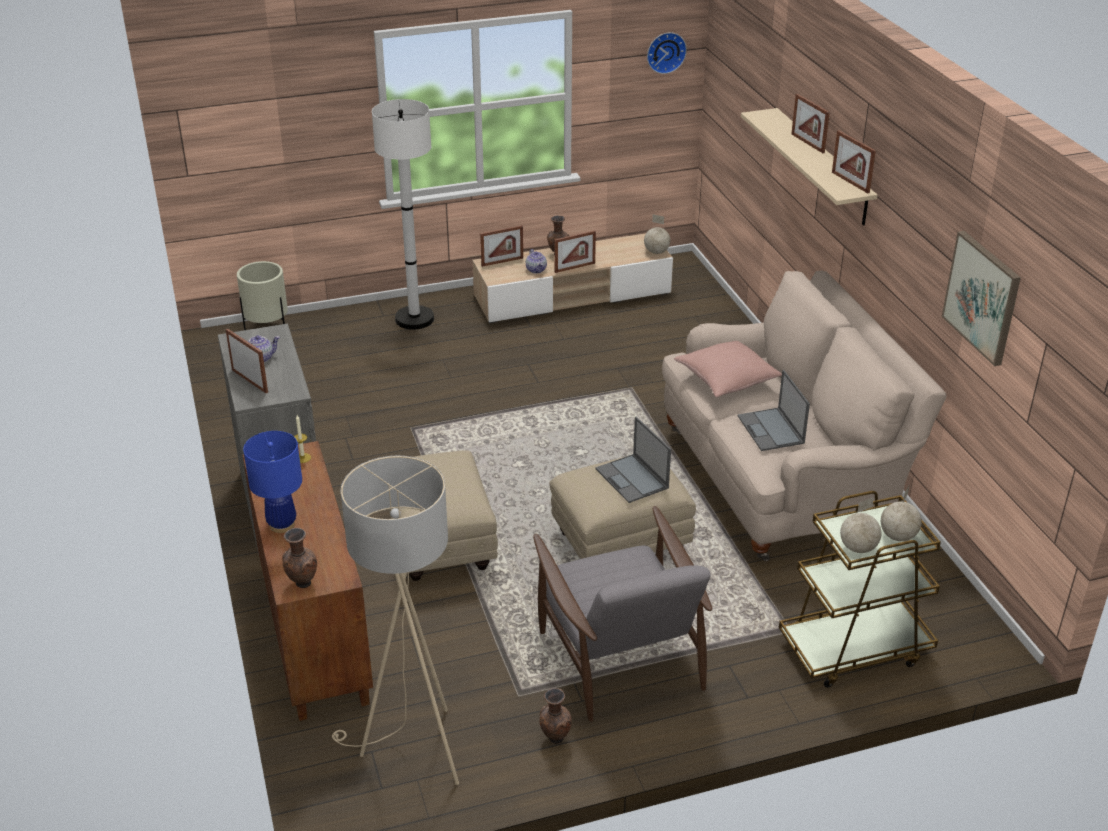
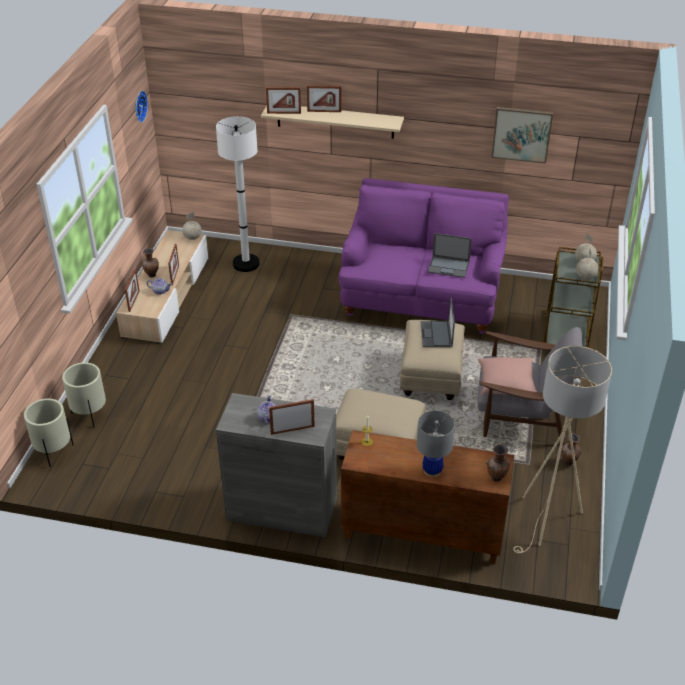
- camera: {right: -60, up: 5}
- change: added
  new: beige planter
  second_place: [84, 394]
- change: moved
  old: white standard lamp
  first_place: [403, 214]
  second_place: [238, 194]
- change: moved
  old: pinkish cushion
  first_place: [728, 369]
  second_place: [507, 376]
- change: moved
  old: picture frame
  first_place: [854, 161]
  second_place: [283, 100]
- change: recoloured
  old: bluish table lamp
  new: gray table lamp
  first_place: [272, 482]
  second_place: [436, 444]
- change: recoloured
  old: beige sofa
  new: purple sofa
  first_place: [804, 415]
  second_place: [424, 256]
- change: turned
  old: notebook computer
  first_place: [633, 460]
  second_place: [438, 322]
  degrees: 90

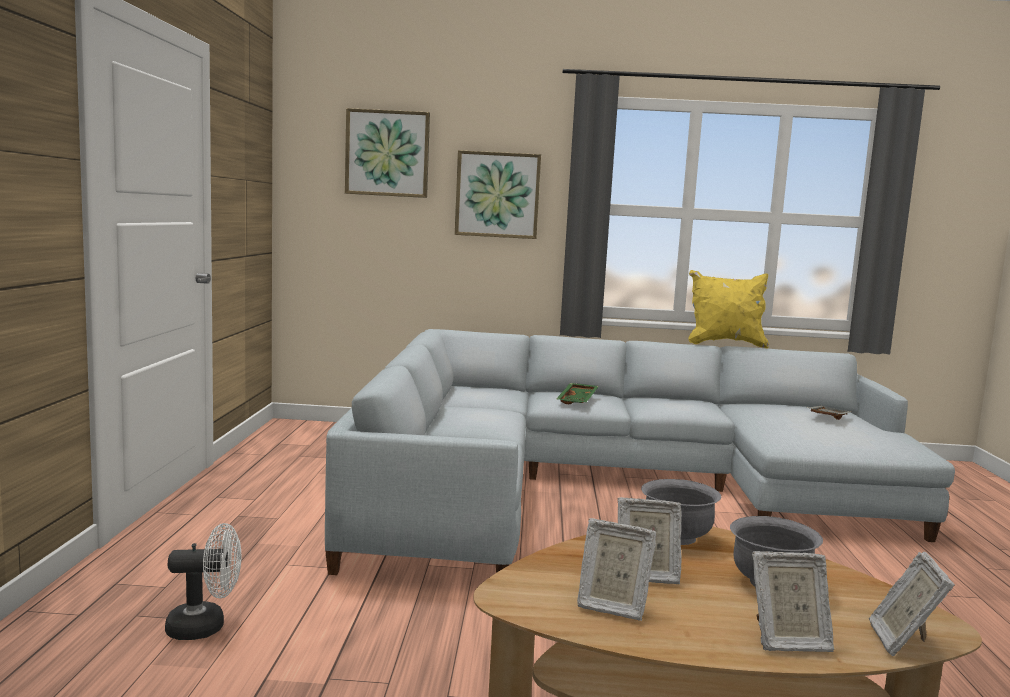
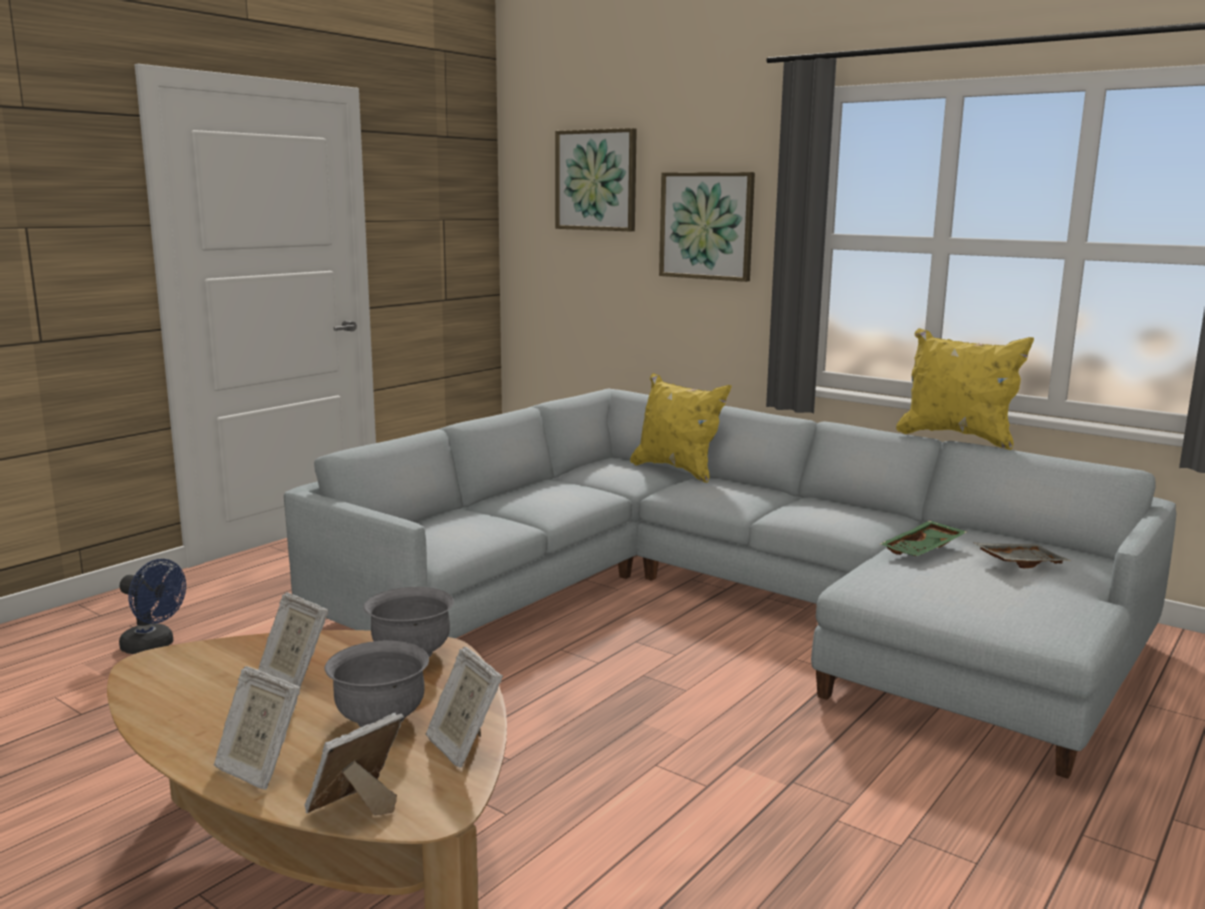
- camera: {right: 35, up: 5}
- change: added
  new: yellow cushion
  second_place: [681, 428]
- change: moved
  old: green-coloured tray
  first_place: [577, 393]
  second_place: [924, 538]
- change: moved
  old: picture frame
  first_place: [616, 569]
  second_place: [464, 707]
- change: recoloured
  old: white fan
  new: bluish fan
  first_place: [203, 581]
  second_place: [152, 606]

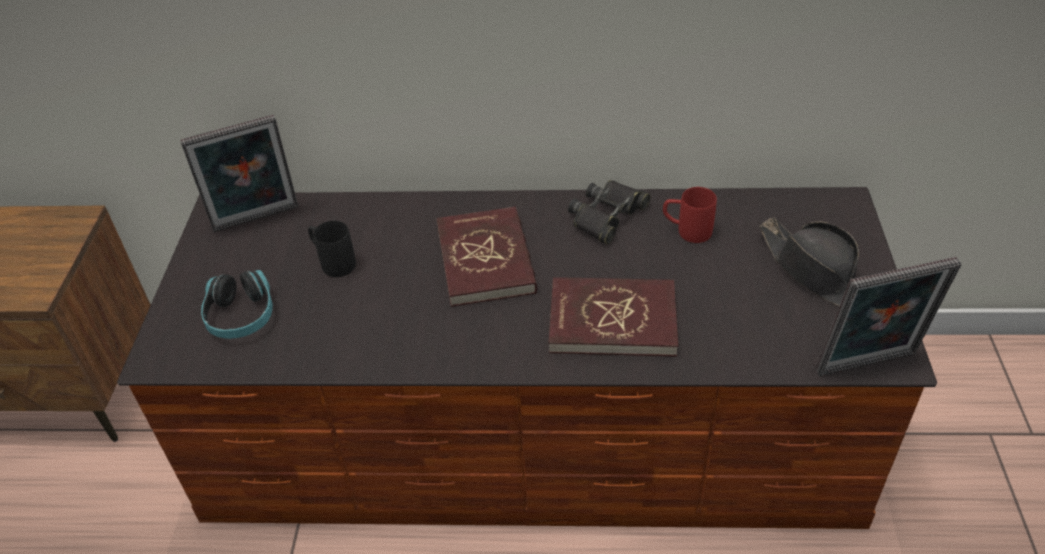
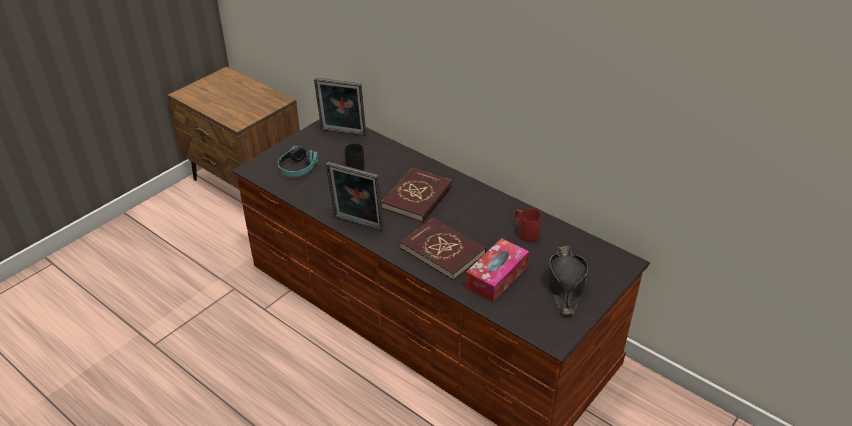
- camera: {right: 35, up: -5}
- change: removed
  old: black binoculars
  first_place: [609, 212]
- change: added
  new: tissue box
  second_place: [497, 270]
- change: moved
  old: picture frame
  first_place: [889, 316]
  second_place: [355, 196]

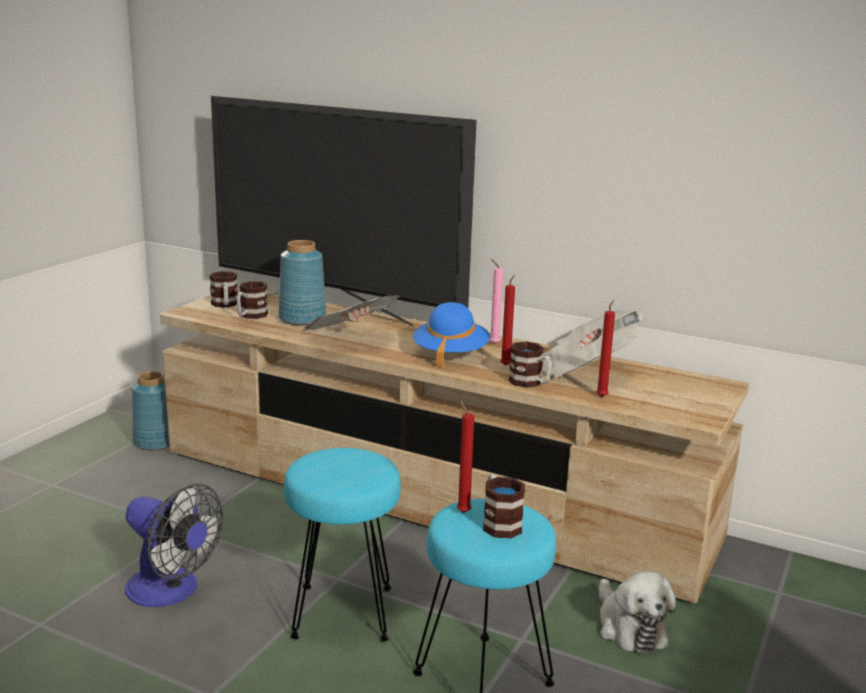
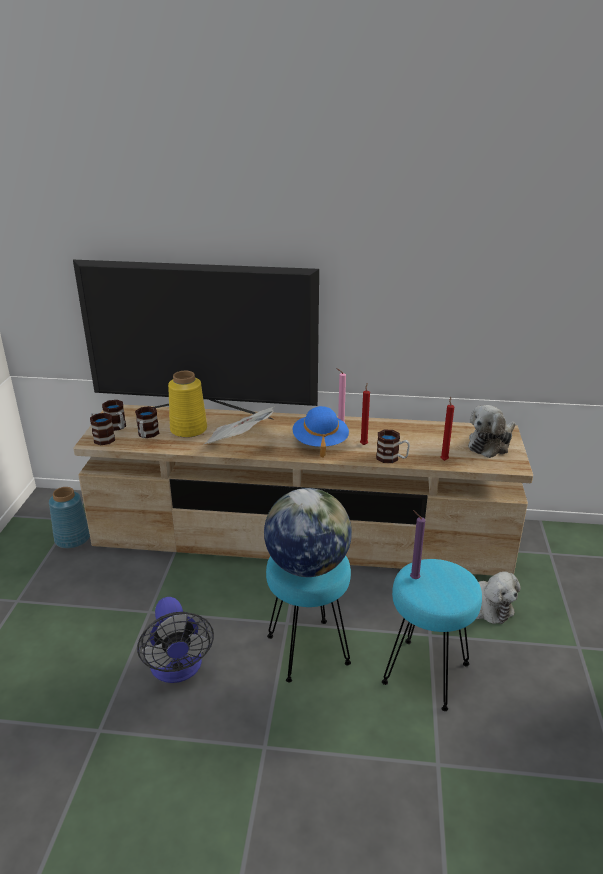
- camera: {right: -20, up: 10}
- change: removed
  old: daily paper
  first_place: [593, 344]
- change: added
  new: desk globe
  second_place: [308, 532]
- change: added
  new: plush toy
  second_place: [492, 431]
- change: moved
  old: mug
  first_place: [504, 506]
  second_place: [102, 429]
- change: recoloured
  old: bluish flower vase
  new: yellow flower vase
  first_place: [302, 283]
  second_place: [187, 404]
- change: recoloured
  old: red-coloured candle
  new: purple candle
  first_place: [465, 457]
  second_place: [417, 544]
- change: turned
  old: fan
  first_place: [174, 545]
  second_place: [175, 640]
  degrees: 60

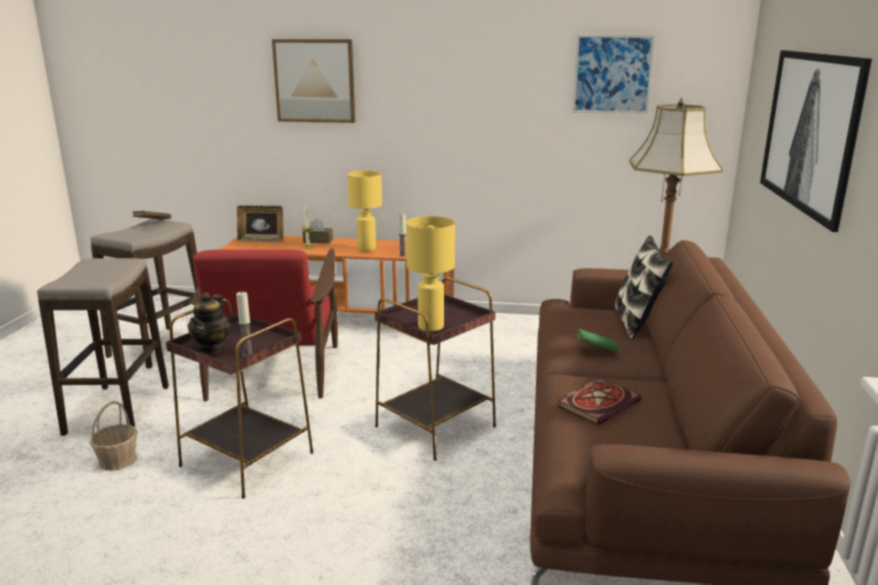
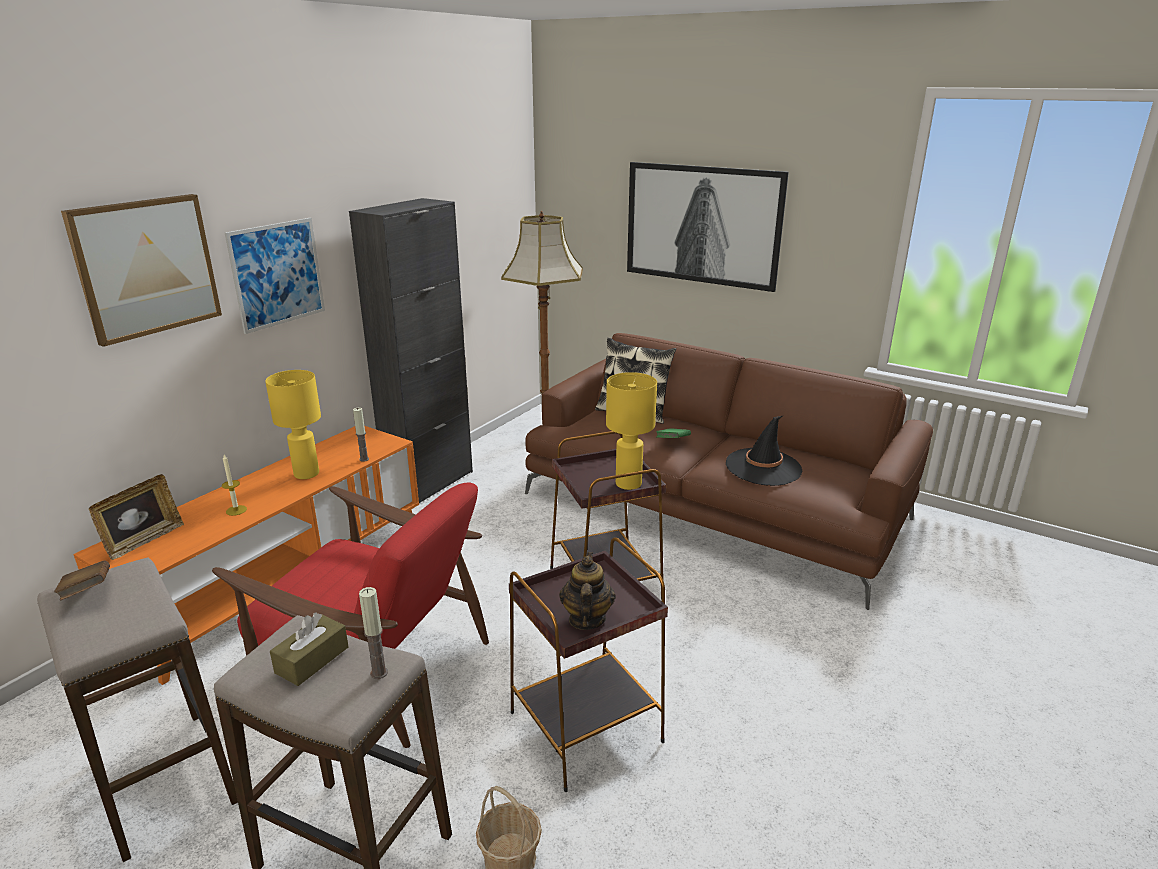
- camera: {right: -65, up: 5}
- change: added
  new: black storage cabinet
  second_place: [411, 350]
- change: moved
  old: candle
  first_place: [244, 323]
  second_place: [373, 633]
- change: moved
  old: brown-coloured tissue box
  first_place: [317, 231]
  second_place: [309, 649]
- change: moved
  old: wall art
  first_place: [614, 74]
  second_place: [275, 276]
- change: replaced
  old: bound book
  new: black hat
  first_place: [599, 402]
  second_place: [764, 451]
- change: turned
  old: tea pot
  first_place: [209, 322]
  second_place: [587, 591]
  degrees: -120

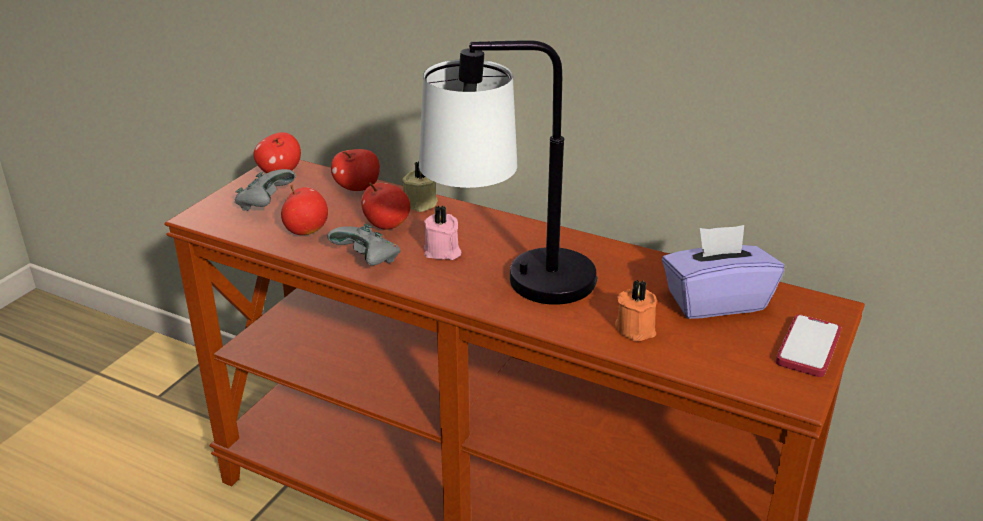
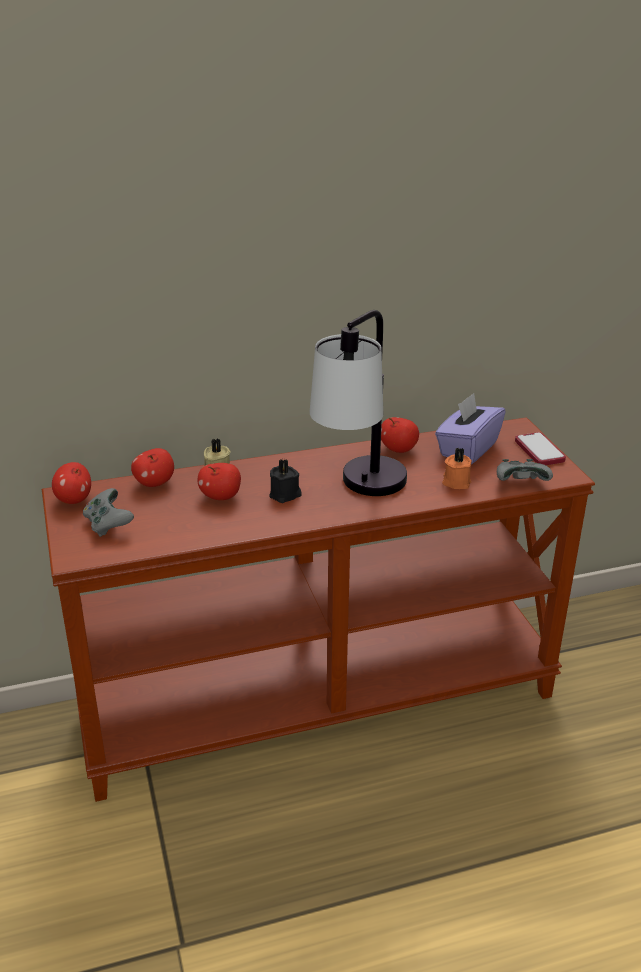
- camera: {right: -45, up: 0}
- change: moved
  old: apple
  first_place: [304, 210]
  second_place: [400, 435]
- change: moved
  old: gray joypad
  first_place: [363, 244]
  second_place: [525, 470]
- change: recoloured
  old: pinkish candle
  new: black candle
  first_place: [442, 233]
  second_place: [285, 481]

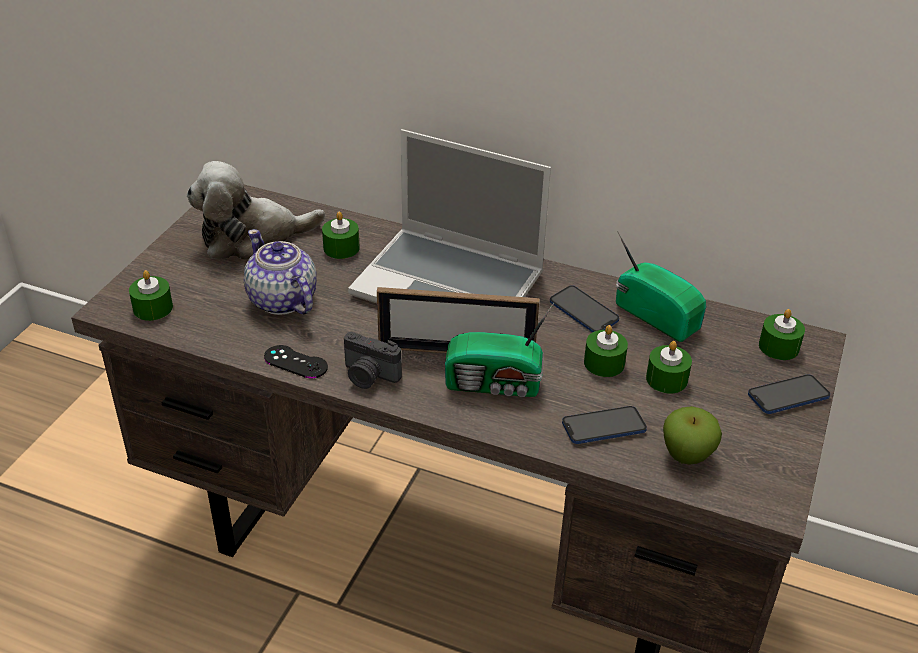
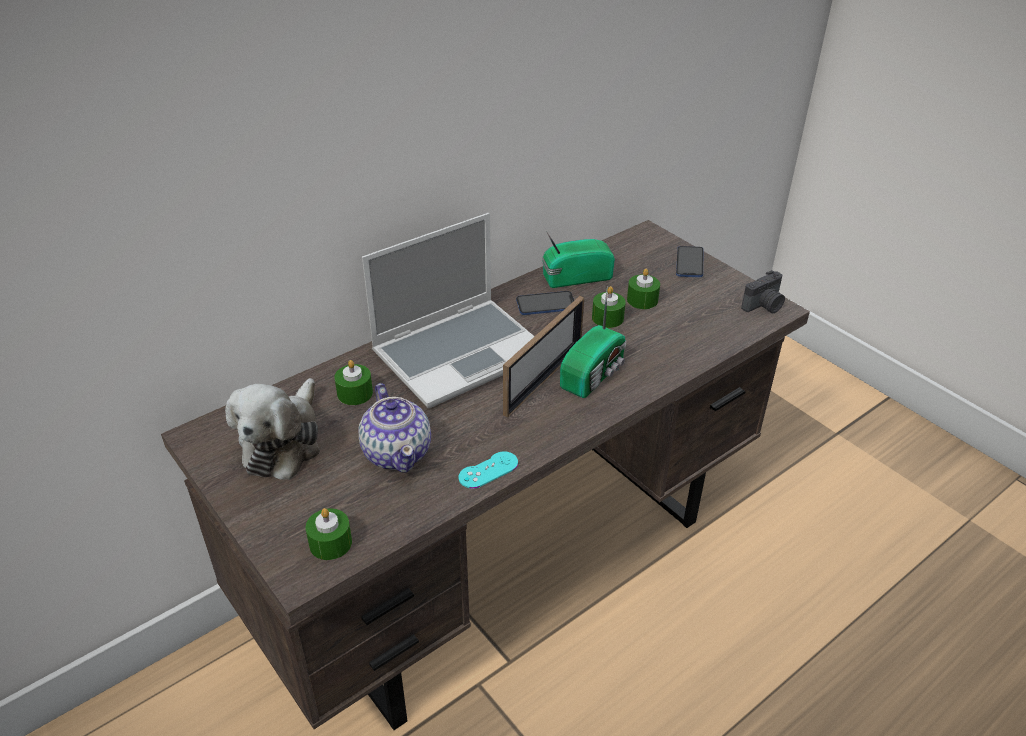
- camera: {right: -60, up: 0}
- change: removed
  old: telephone
  first_place: [604, 425]
- change: removed
  old: apple
  first_place: [692, 435]
- change: removed
  old: green-coloured candle
  first_place: [782, 334]
- change: moved
  old: still camera
  first_place: [373, 360]
  second_place: [763, 291]
- change: recoloured
  old: black joypad
  new: blue-green joypad
  first_place: [296, 361]
  second_place: [488, 470]
- change: turned
  old: tea pot
  first_place: [280, 272]
  second_place: [394, 428]
  degrees: -105

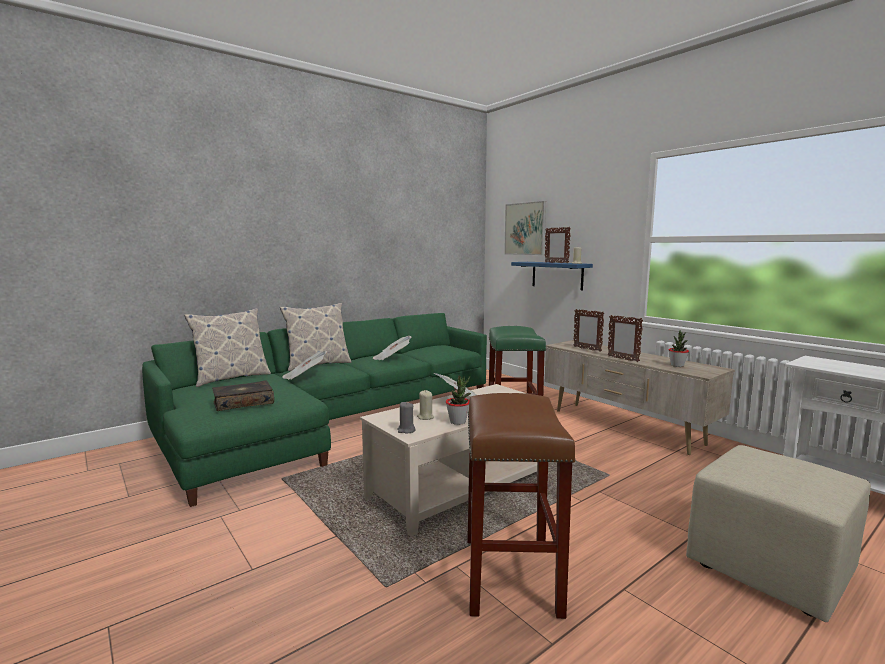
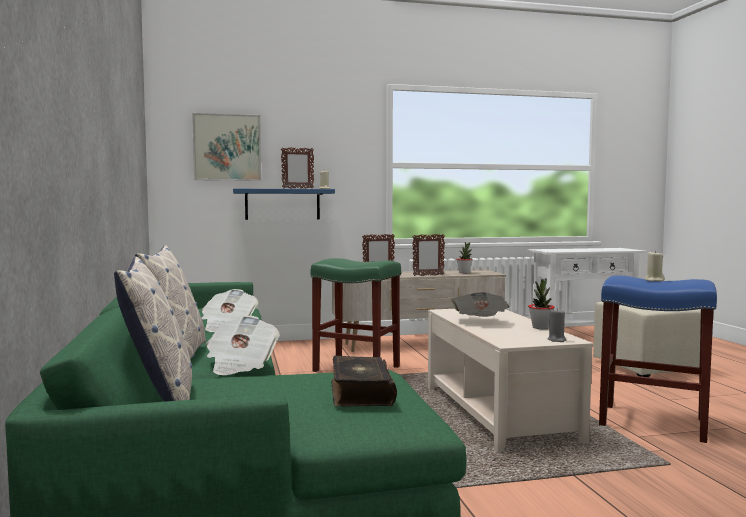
- camera: {right: -65, up: -5}
- change: moved
  old: beige candle
  first_place: [425, 405]
  second_place: [655, 266]
- change: recoloured
  old: brown-coloured sitting stool
  new: bluish sitting stool
  first_place: [521, 506]
  second_place: [658, 359]

